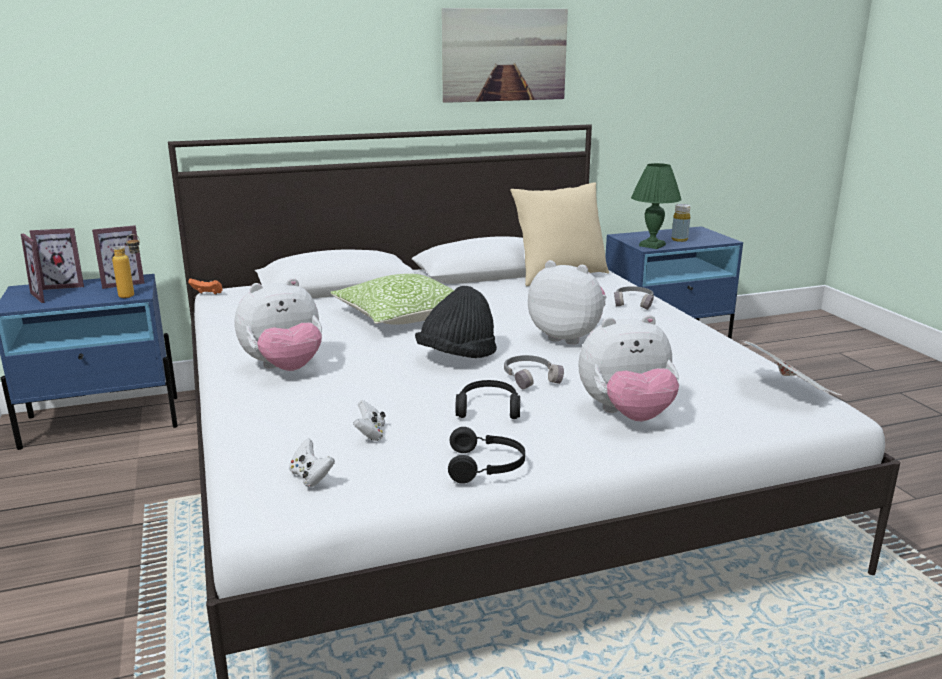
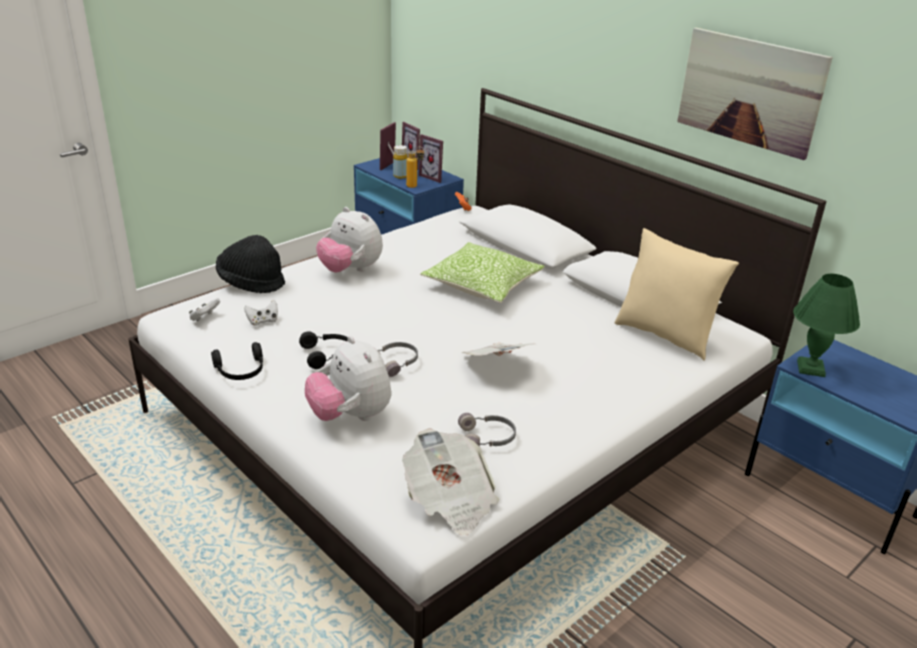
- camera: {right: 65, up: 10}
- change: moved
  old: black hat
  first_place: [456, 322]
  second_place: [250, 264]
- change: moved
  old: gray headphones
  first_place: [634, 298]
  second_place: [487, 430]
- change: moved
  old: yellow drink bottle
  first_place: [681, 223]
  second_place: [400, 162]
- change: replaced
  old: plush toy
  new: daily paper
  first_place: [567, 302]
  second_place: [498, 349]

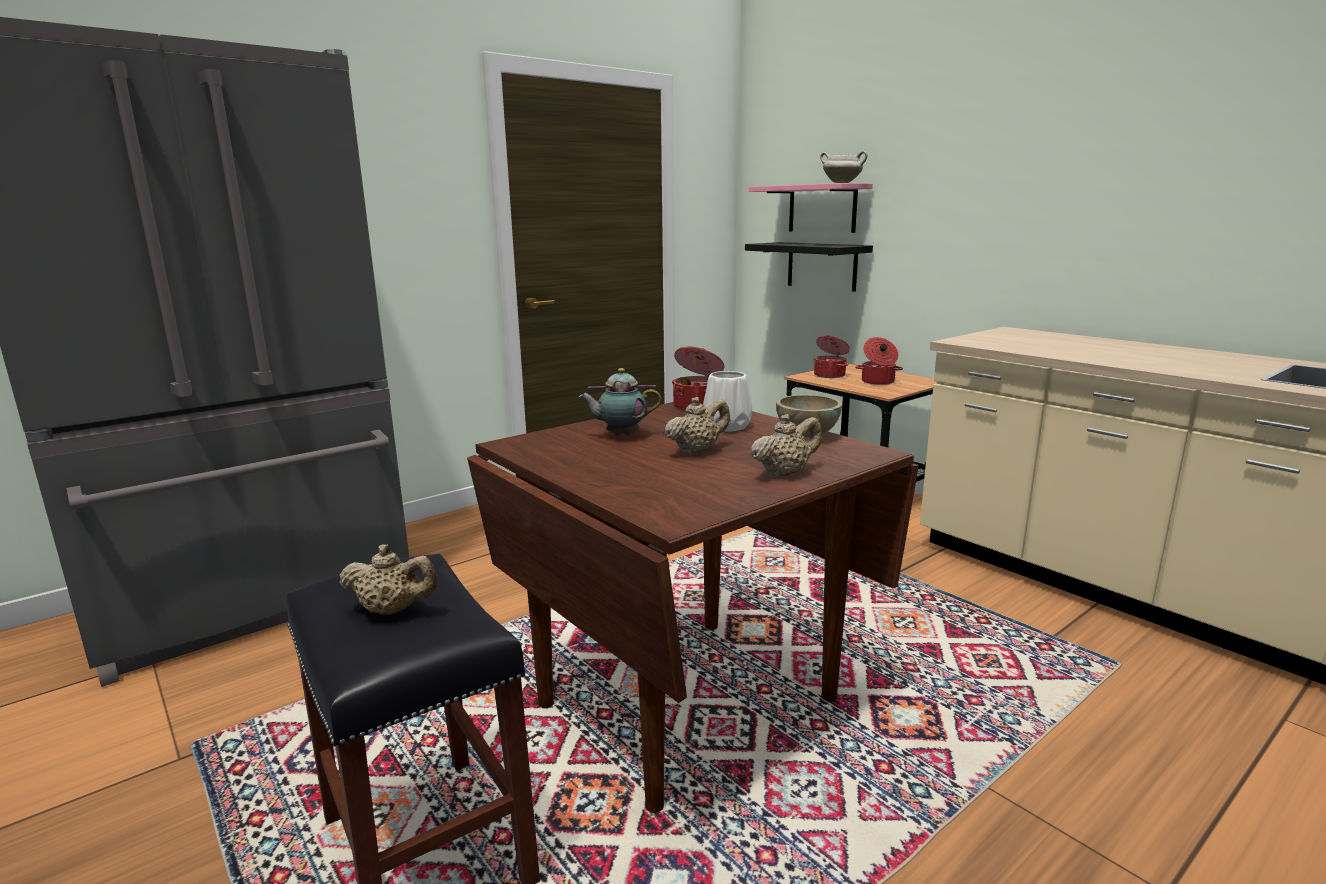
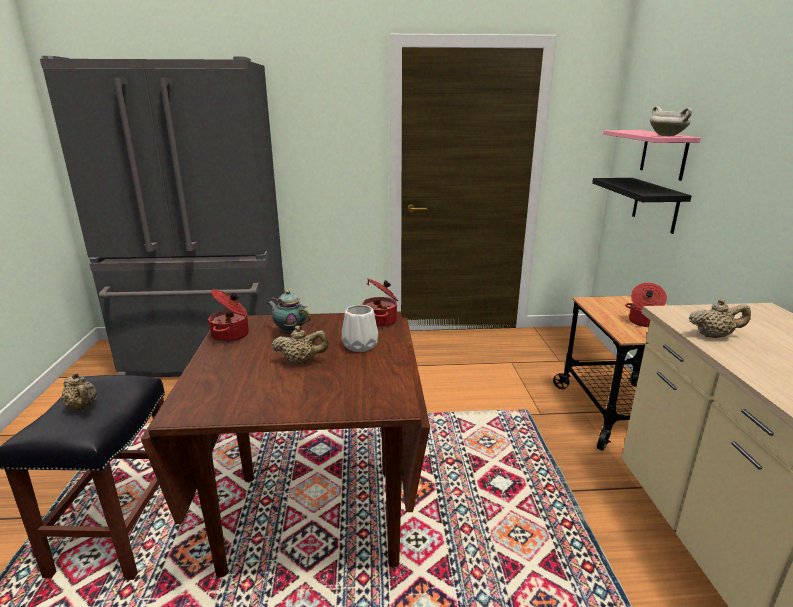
- camera: {right: 35, up: 5}
- change: removed
  old: beige bowl
  first_place: [809, 415]
- change: moved
  old: beige tea pot
  first_place: [786, 445]
  second_place: [720, 318]
- change: moved
  old: cooking pot
  first_place: [831, 356]
  second_place: [228, 315]

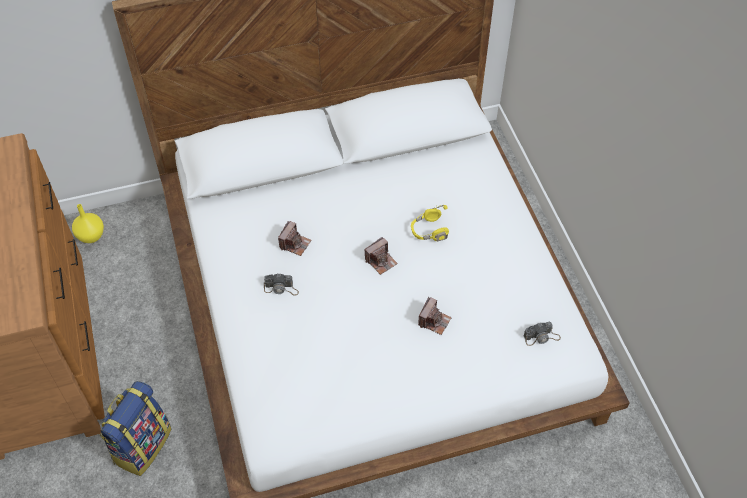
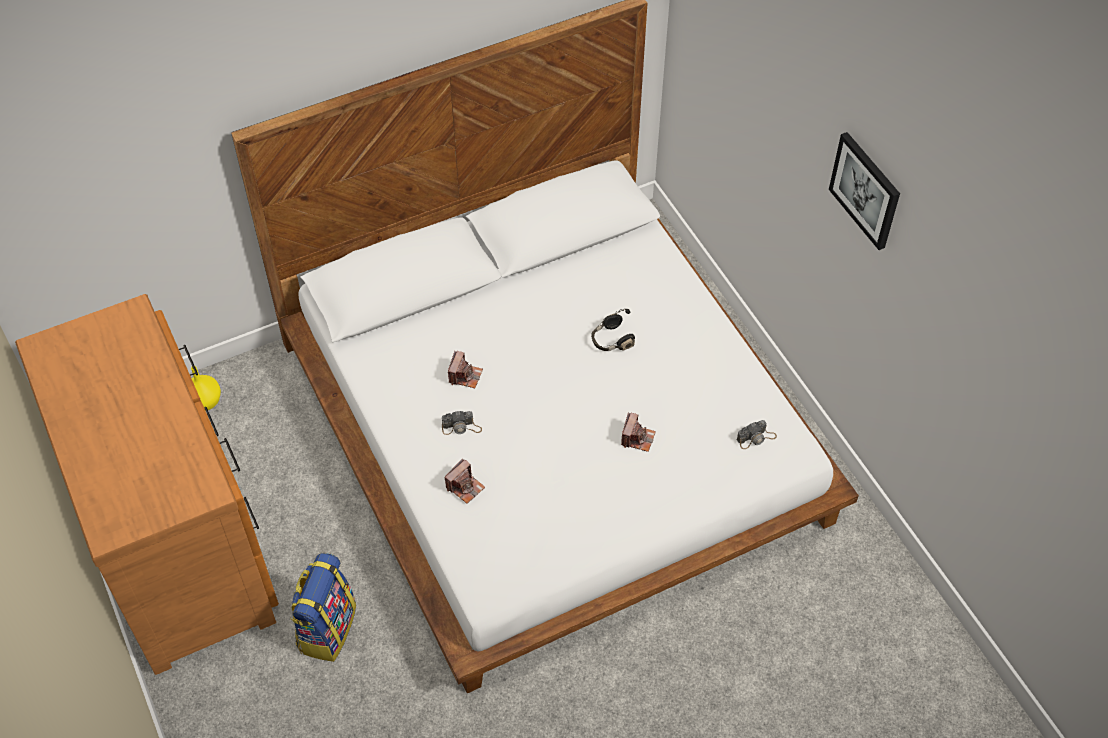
- camera: {right: -10, up: 0}
- change: added
  new: wall art
  second_place: [864, 191]
- change: moved
  old: still camera
  first_place: [381, 256]
  second_place: [465, 481]
- change: recoloured
  old: yellow headphones
  new: black headphones
  first_place: [430, 223]
  second_place: [613, 330]

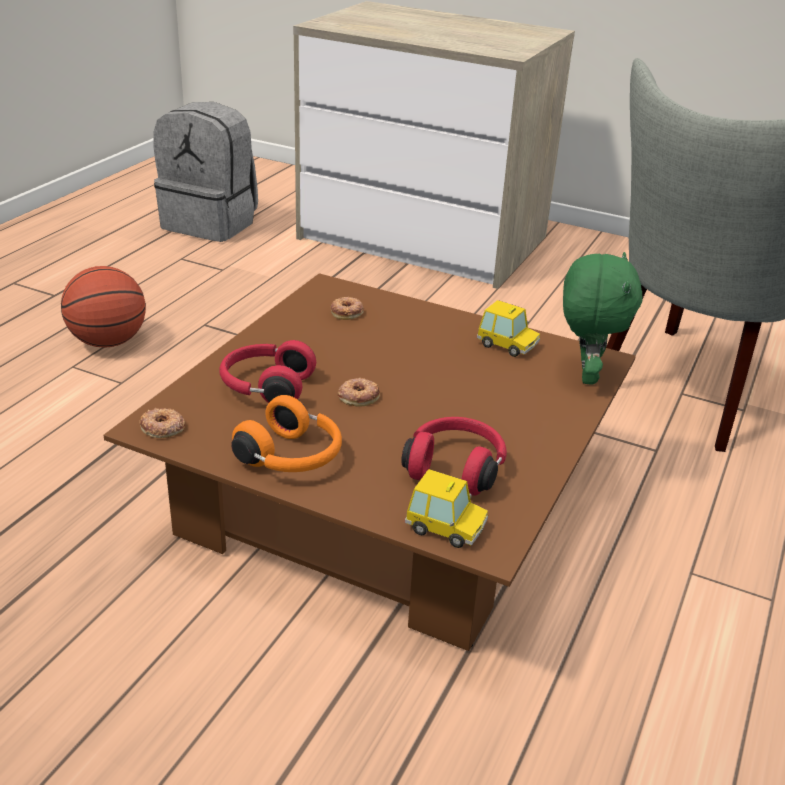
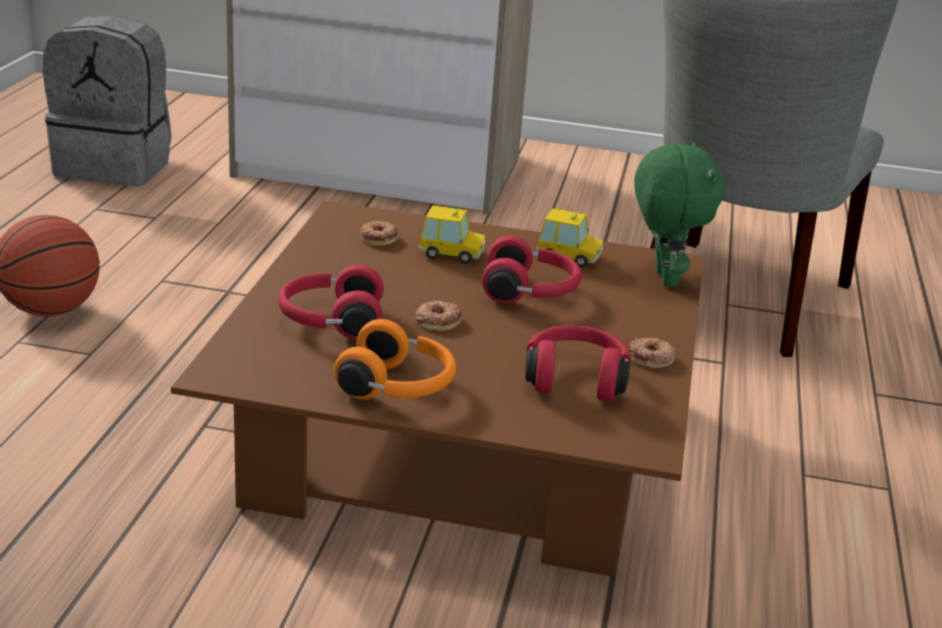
- camera: {right: -15, up: -5}
- change: added
  new: red-coloured headphones
  second_place: [532, 269]
- change: moved
  old: ring doughnut
  first_place: [162, 423]
  second_place: [652, 353]
- change: moved
  old: model car
  first_place: [446, 508]
  second_place: [452, 234]

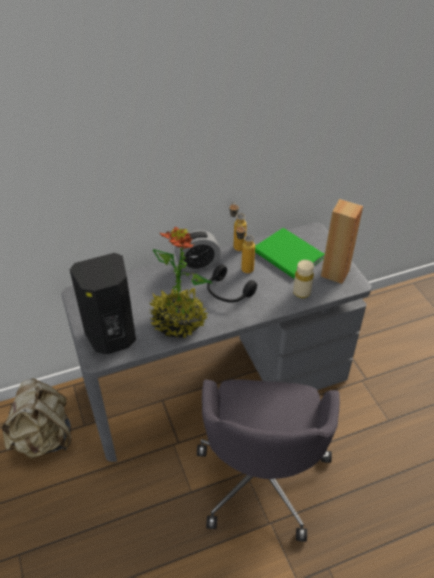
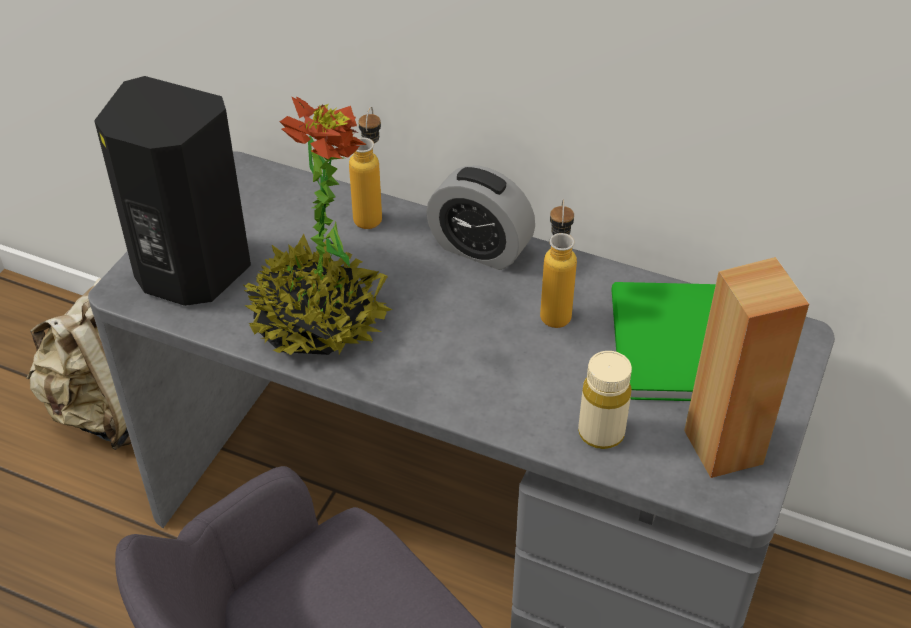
- camera: {right: 45, up: 0}
- change: removed
  old: black headphones
  first_place: [232, 284]
- change: moved
  old: drink bottle
  first_place: [238, 226]
  second_place: [365, 168]

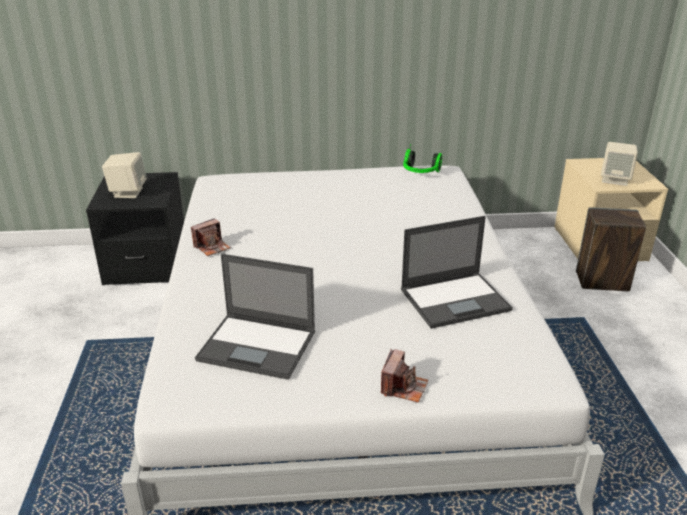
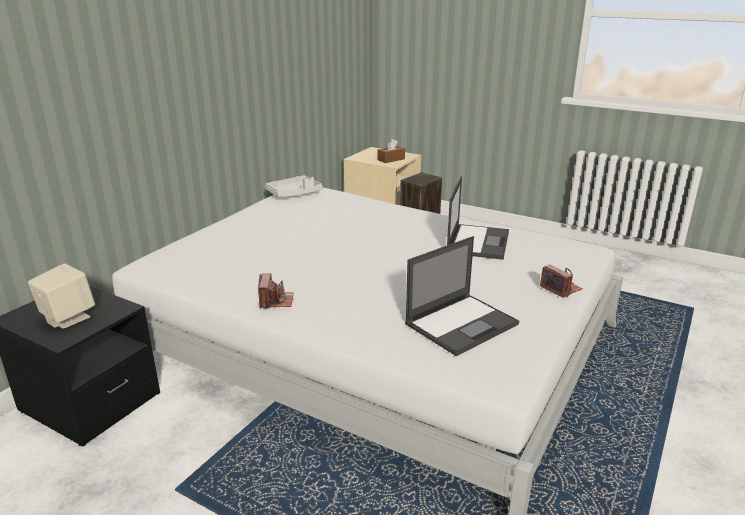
- camera: {right: -55, up: -5}
- change: replaced
  old: headphones
  new: gray tray
  first_place: [422, 158]
  second_place: [294, 186]
- change: replaced
  old: beige loudspeaker
  new: brown-coloured tissue box
  first_place: [619, 164]
  second_place: [391, 151]

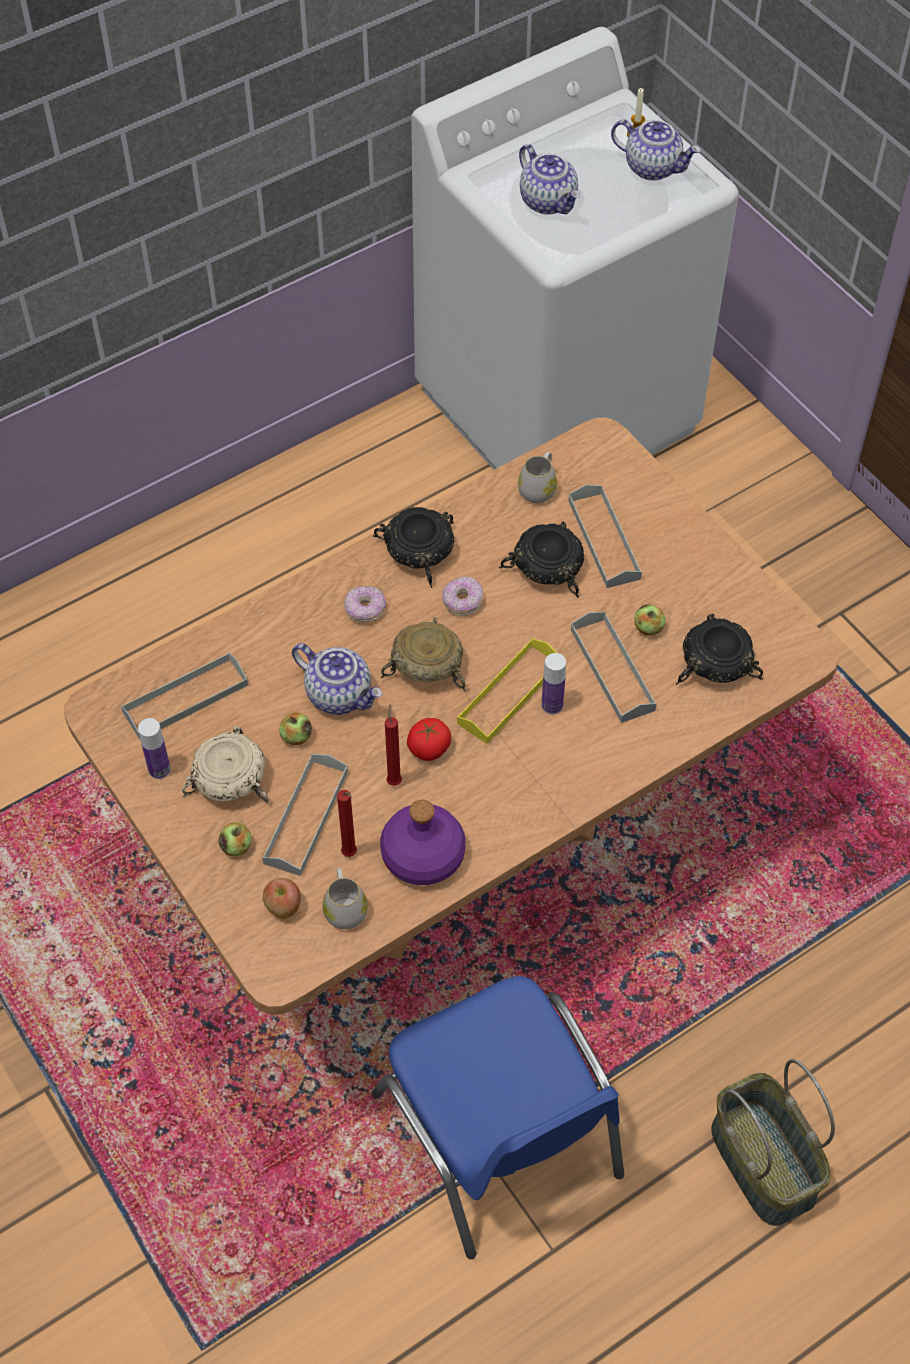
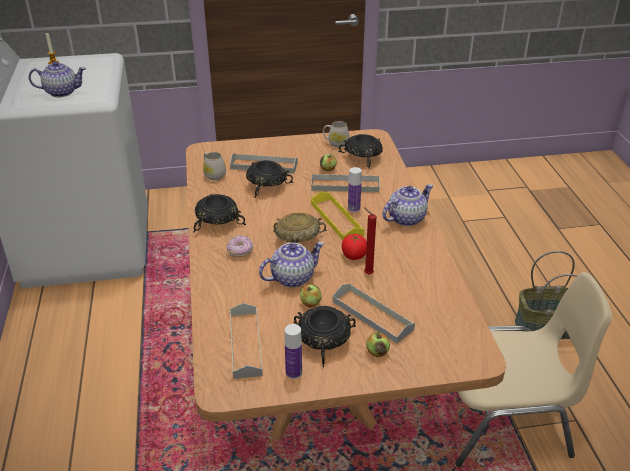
- camera: {right: -65, up: -20}
- change: removed
  old: apple
  first_place: [282, 898]
- change: removed
  old: red-coloured candle
  first_place: [347, 823]
- change: removed
  old: purple drink bottle
  first_place: [423, 842]
- change: removed
  old: ring doughnut
  first_place: [462, 596]
- change: moved
  old: white mug
  first_place: [345, 898]
  second_place: [336, 134]
- change: moved
  old: tea pot
  first_place: [656, 150]
  second_place: [407, 205]
- change: recoloured
  old: beige bowl
  new: black bowl
  first_place: [226, 765]
  second_place: [324, 336]
- change: recoloured
  old: bluish plain chair
  new: beige plain chair
  first_place: [498, 1117]
  second_place: [533, 369]

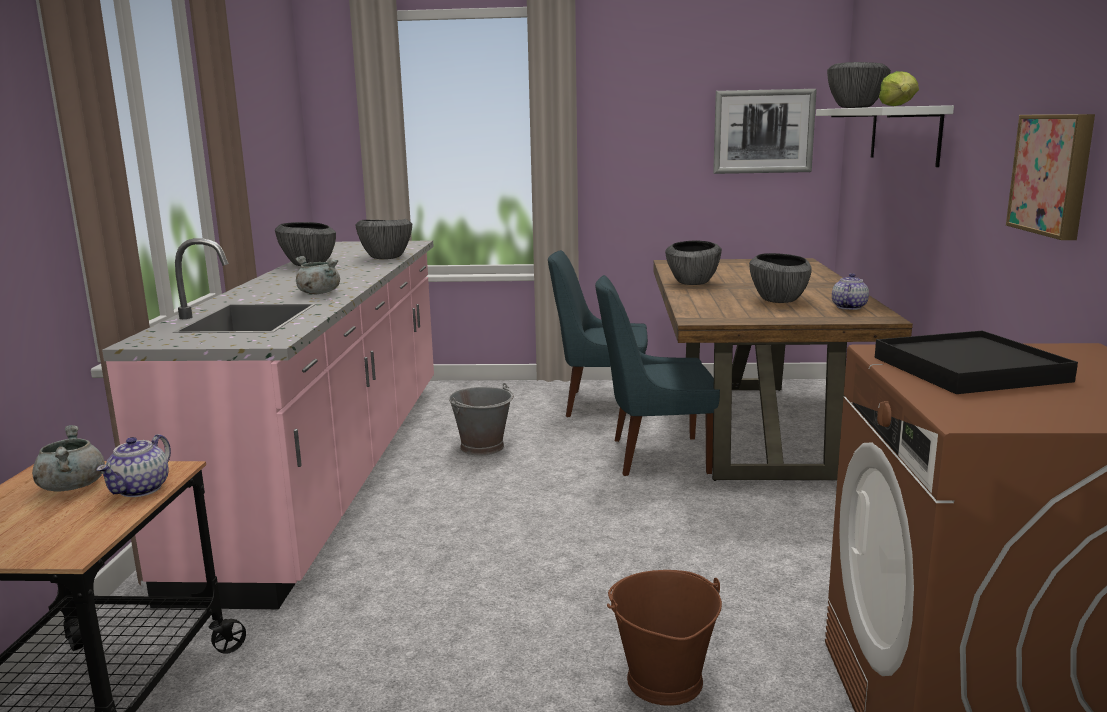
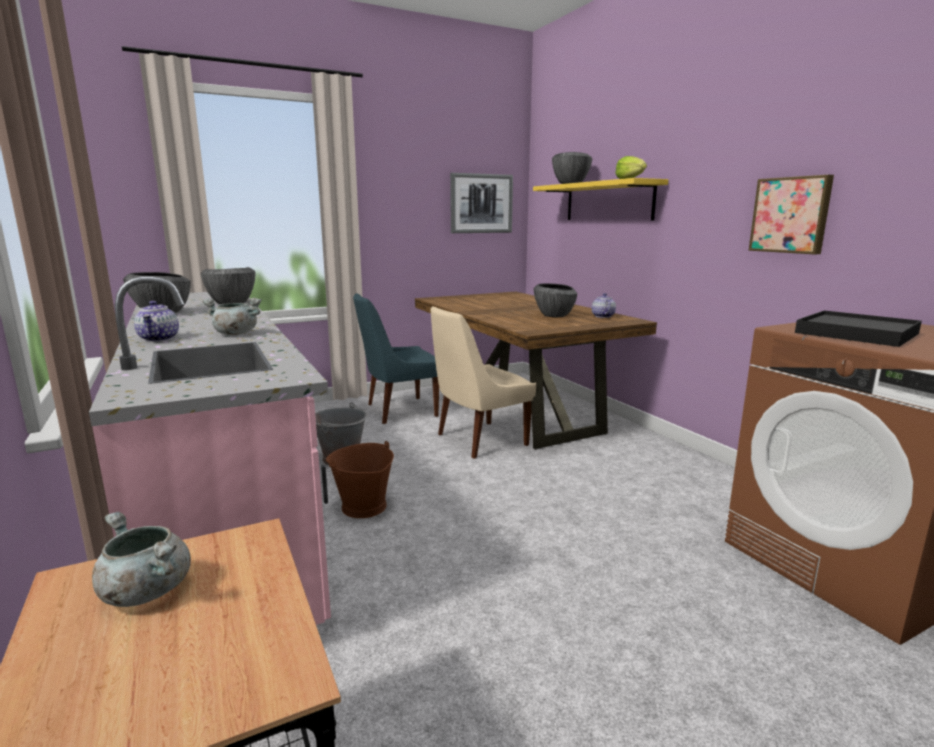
- camera: {right: -30, up: 0}
- change: removed
  old: bowl
  first_place: [693, 263]
- change: moved
  old: tea pot
  first_place: [133, 465]
  second_place: [156, 321]
- change: moved
  old: brown-coloured bucket
  first_place: [664, 638]
  second_place: [360, 479]
- change: recoloured
  old: bluish plain chair
  new: beige plain chair
  first_place: [657, 375]
  second_place: [483, 382]
- change: recoloured
  old: white shelf
  new: yellow shelf
  first_place: [885, 136]
  second_place: [600, 199]

